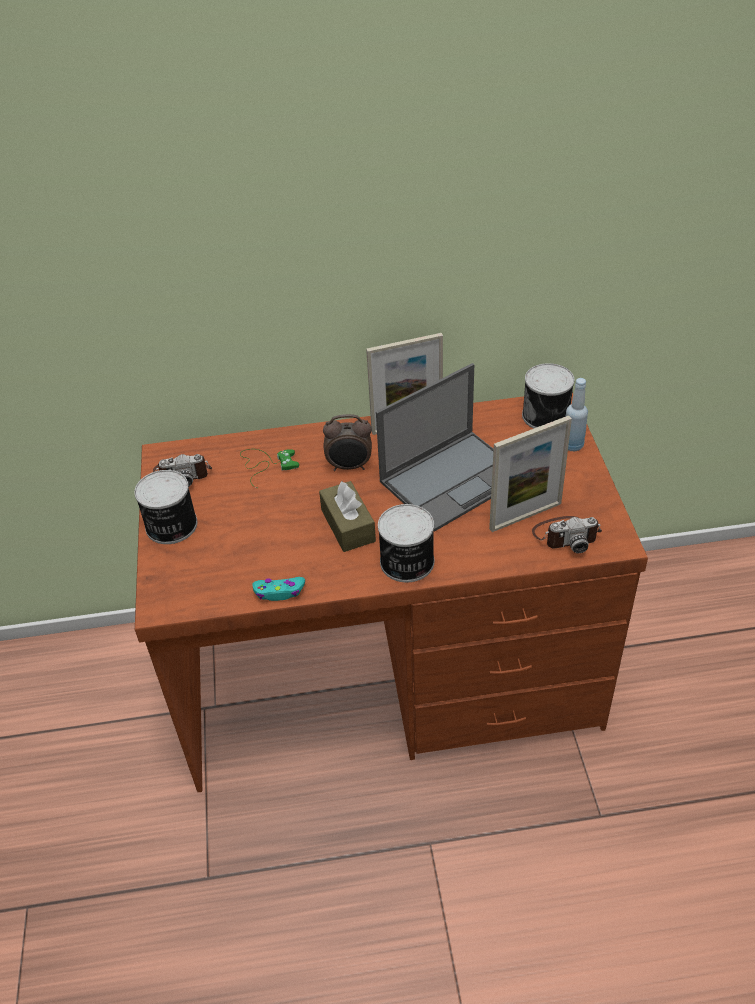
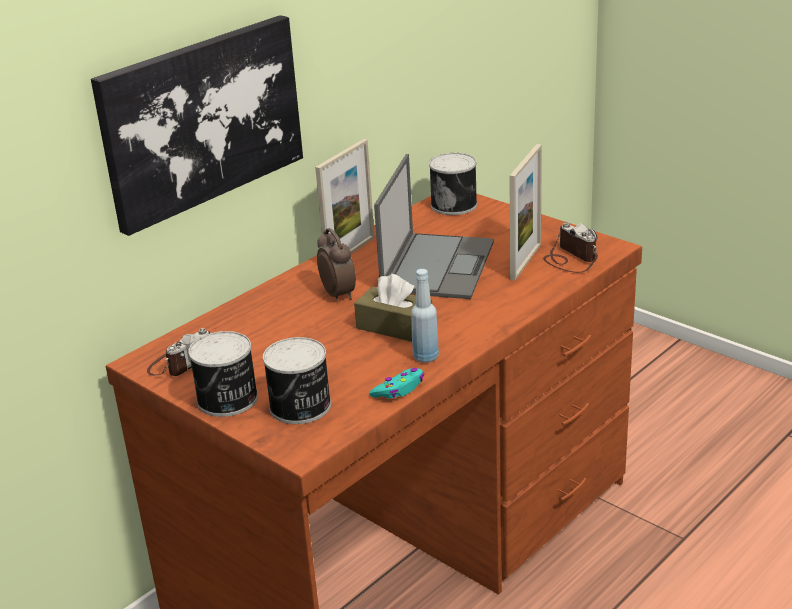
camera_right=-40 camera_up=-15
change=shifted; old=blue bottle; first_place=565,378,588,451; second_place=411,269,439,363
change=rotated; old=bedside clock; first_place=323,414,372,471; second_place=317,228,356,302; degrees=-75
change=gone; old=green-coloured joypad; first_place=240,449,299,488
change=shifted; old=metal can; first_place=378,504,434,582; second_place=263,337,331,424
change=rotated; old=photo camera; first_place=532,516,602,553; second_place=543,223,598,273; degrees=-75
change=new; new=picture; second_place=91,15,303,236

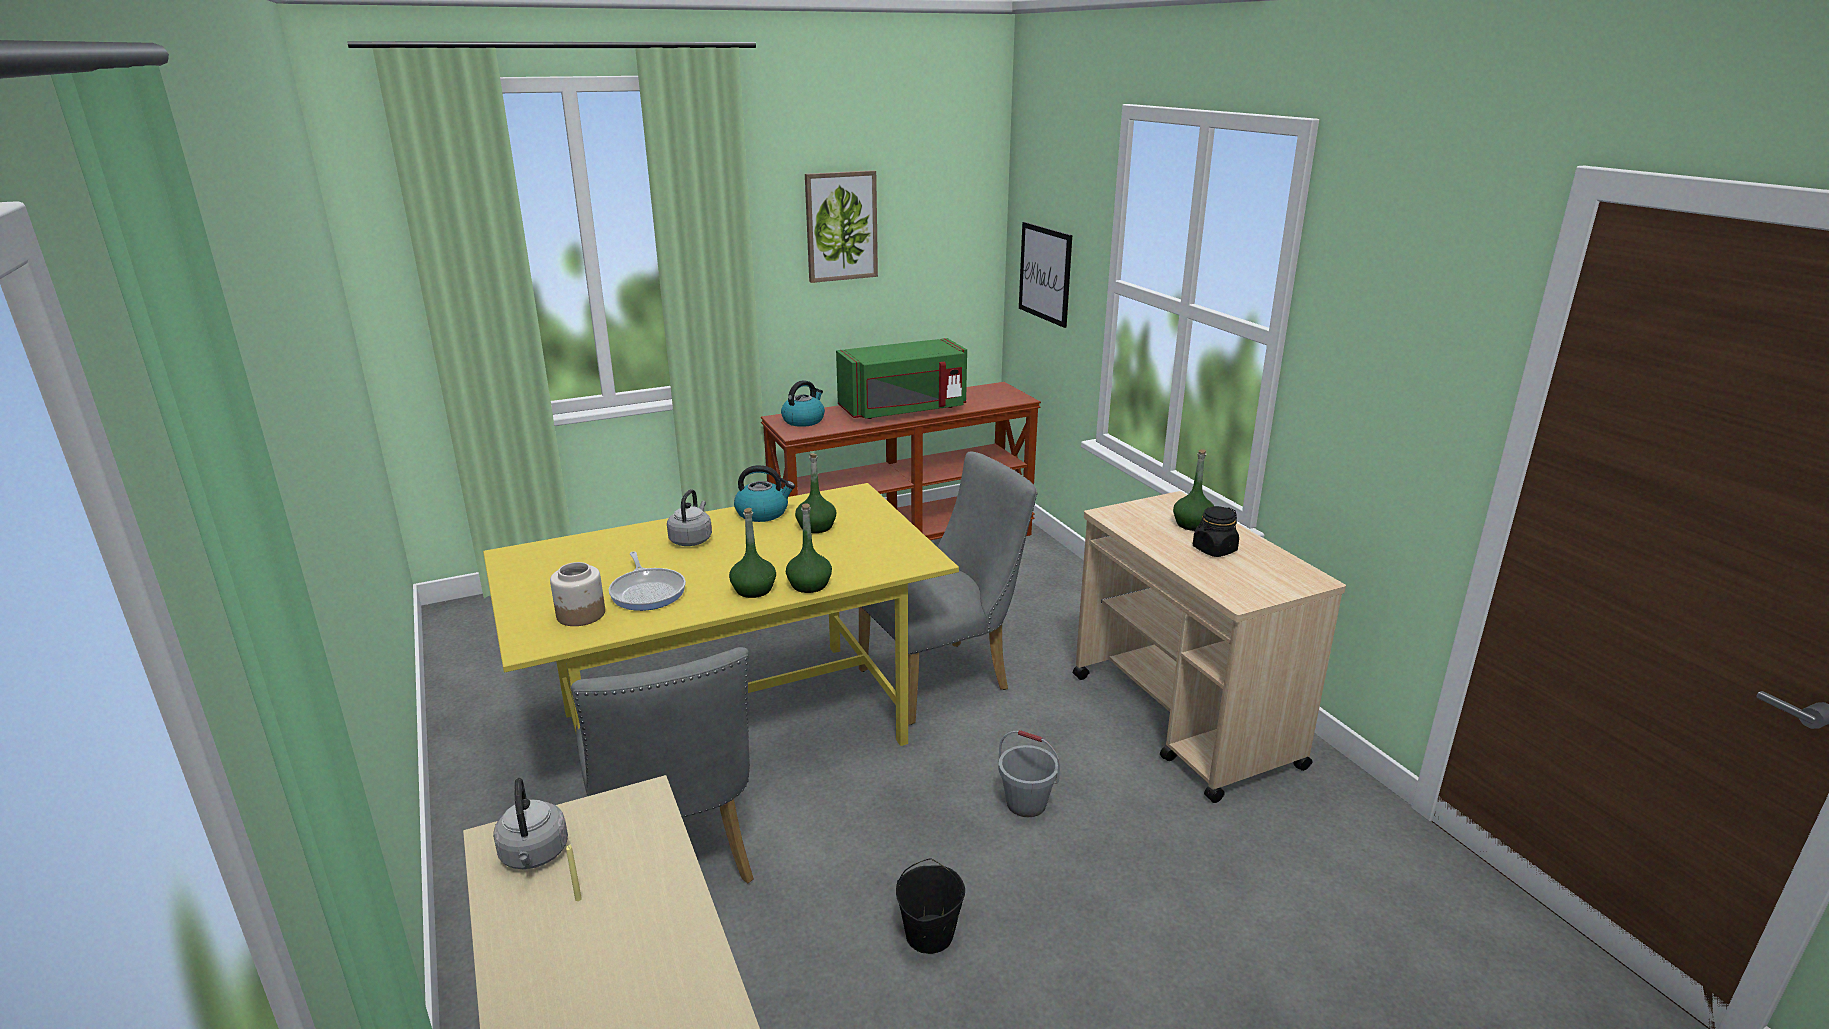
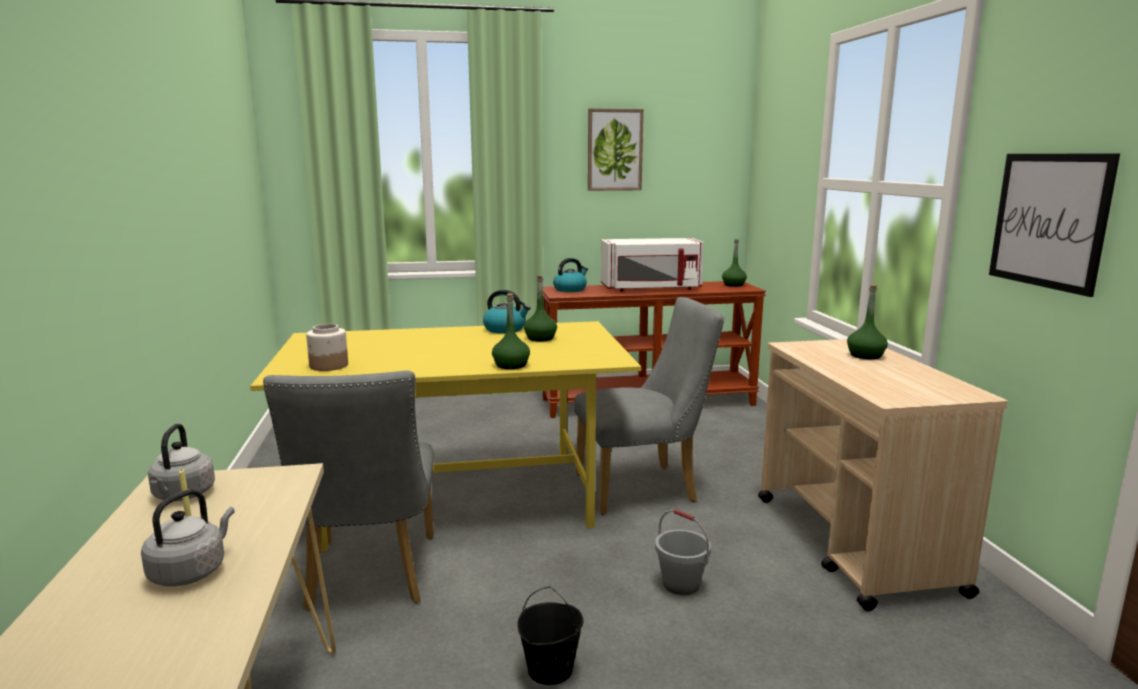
camera_right=15 camera_up=-10
change=shifted; old=picture; first_place=1019,222,1072,328; second_place=989,154,1120,297
change=repainted; old=green-coloured microwave oven; new=whitish microwave oven; first_place=836,338,967,419; second_place=601,238,704,292
change=shifted; old=grey water kettle; first_place=667,489,712,546; second_place=141,489,235,587
change=gone; old=blackish preserve jar; first_place=1193,506,1239,557
change=shifted; old=green-coloured bottle; first_place=729,508,776,598; second_place=722,239,747,287
change=gone; old=pan; first_place=609,551,686,611

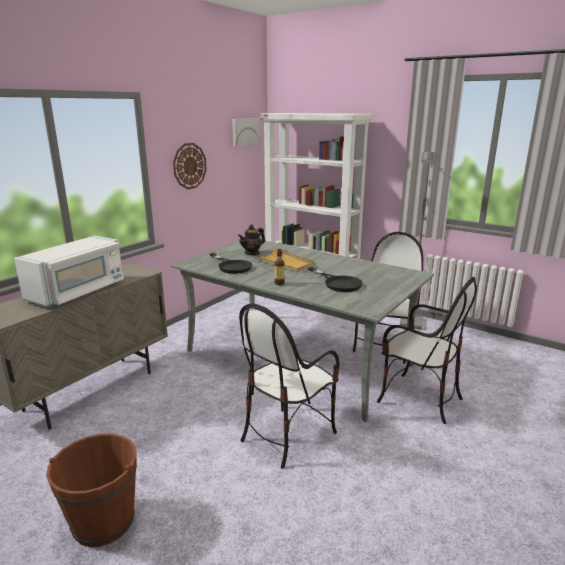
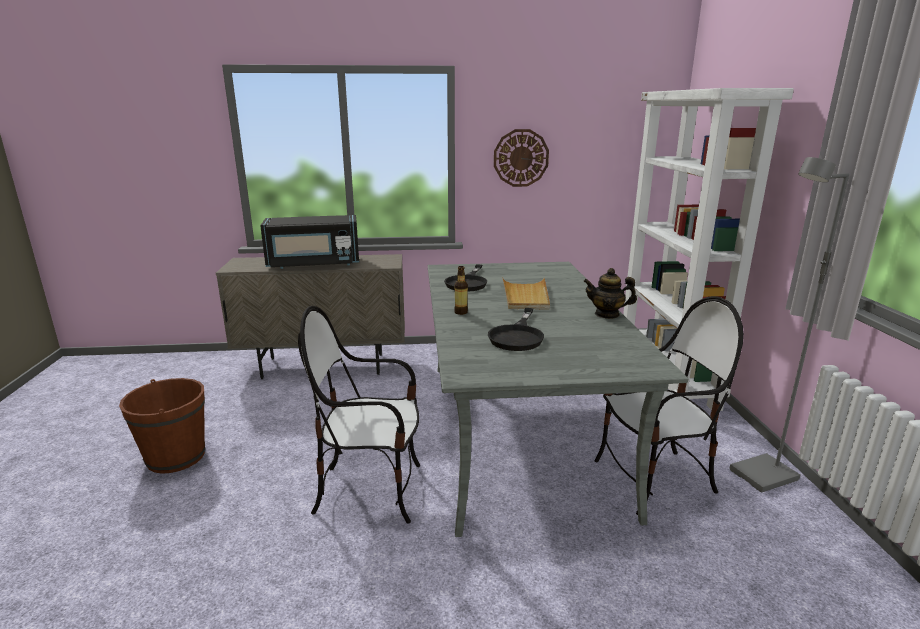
camera_right=50 camera_up=0
change=gone; old=picture; first_place=232,118,260,146
change=shifted; old=pot for tea; first_place=238,224,265,256; second_place=583,268,637,319
change=repainted; old=whitish microwave oven; new=blackish microwave oven; first_place=14,235,124,307; second_place=260,215,359,269
change=gone; old=upright chair; first_place=377,277,477,424

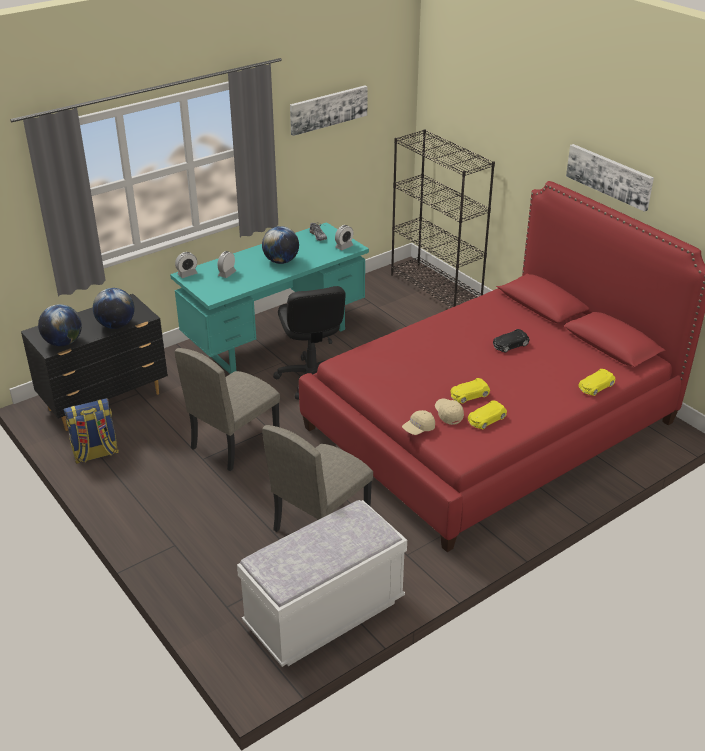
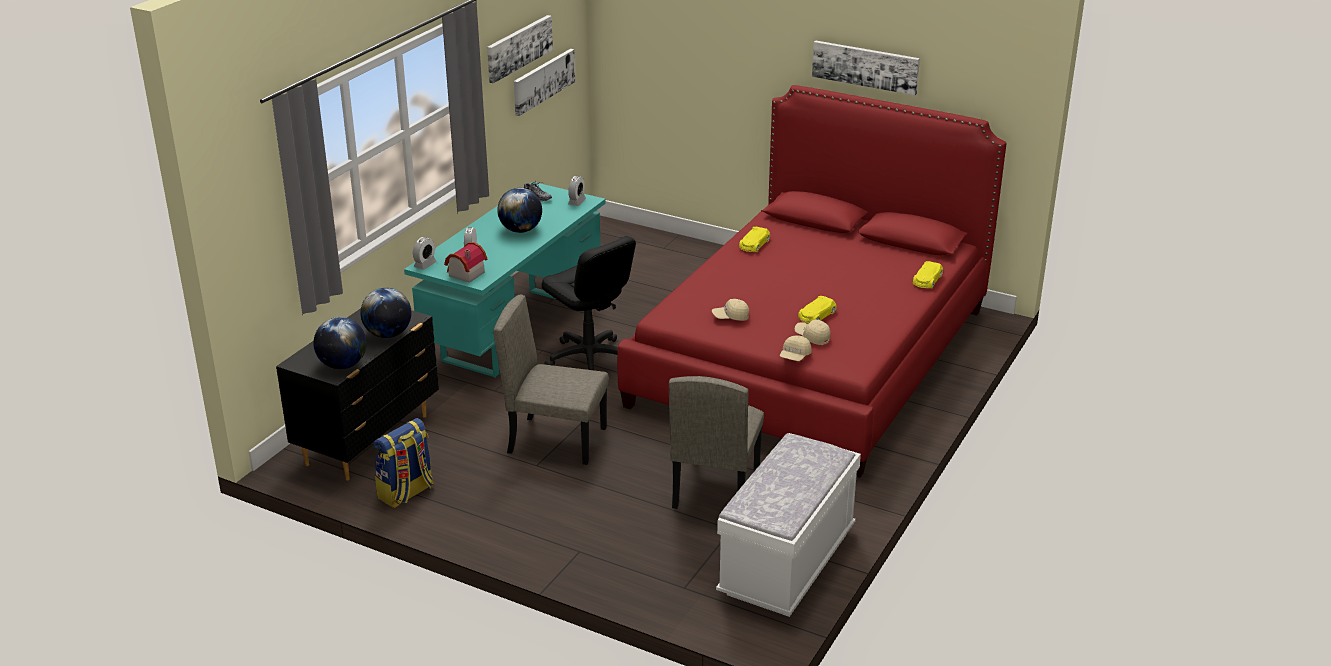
camera_right=-25 camera_up=-5
change=gone; old=blackish bookshelf; first_place=391,129,495,308
change=gone; old=blackish toy car; first_place=493,329,530,353
change=rotated; old=beige-coloured upright chair; first_place=175,348,280,471; second_place=493,294,609,465; degrees=90
change=shifted; old=yellow toy car; first_place=468,400,507,430; second_place=739,227,770,252
change=new; new=picture; second_place=513,49,575,116
change=new; new=model house; second_place=444,242,487,282
change=new; new=beige-coloured peaked cap; second_place=712,299,749,321

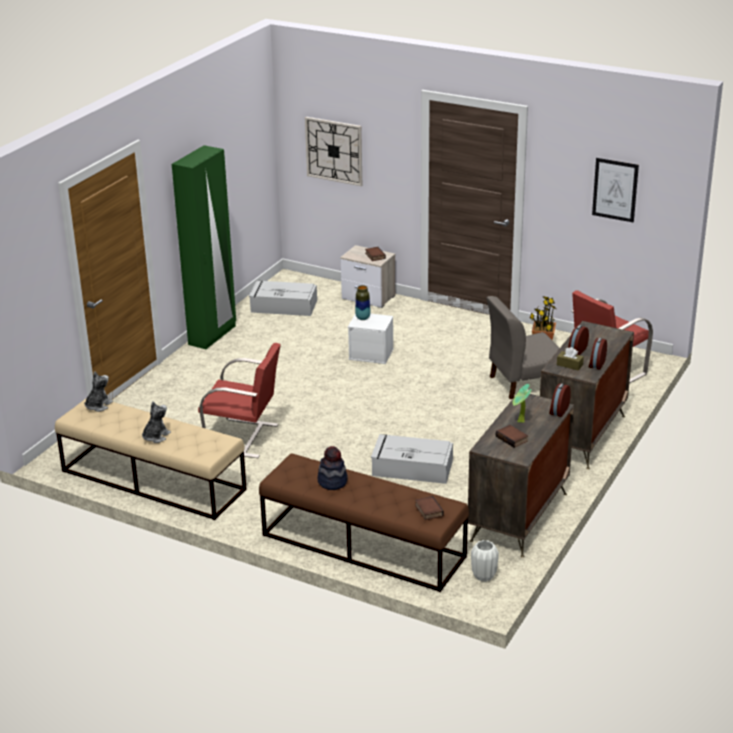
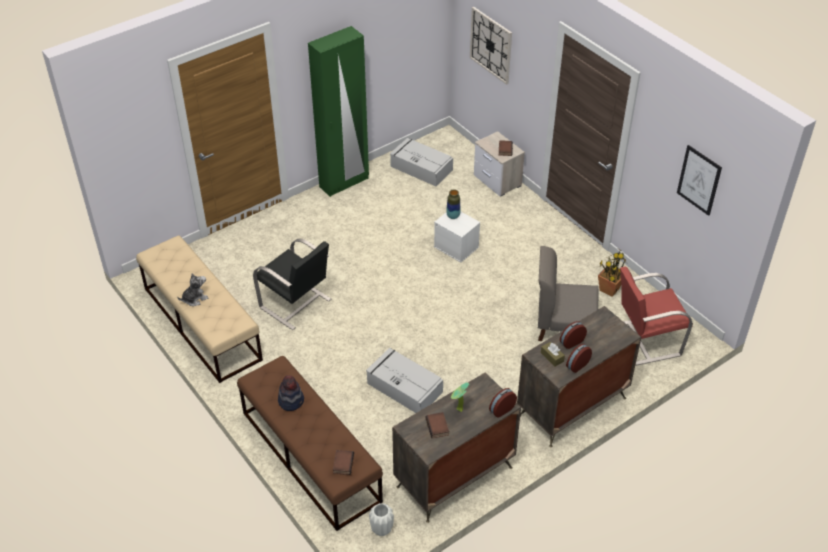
camera_right=25 camera_up=15
change=repainted; old=red-coloured upright chair; new=blackish upright chair; first_place=198,343,281,458; second_place=253,239,331,330
change=gone; old=soft toy; first_place=84,372,113,412

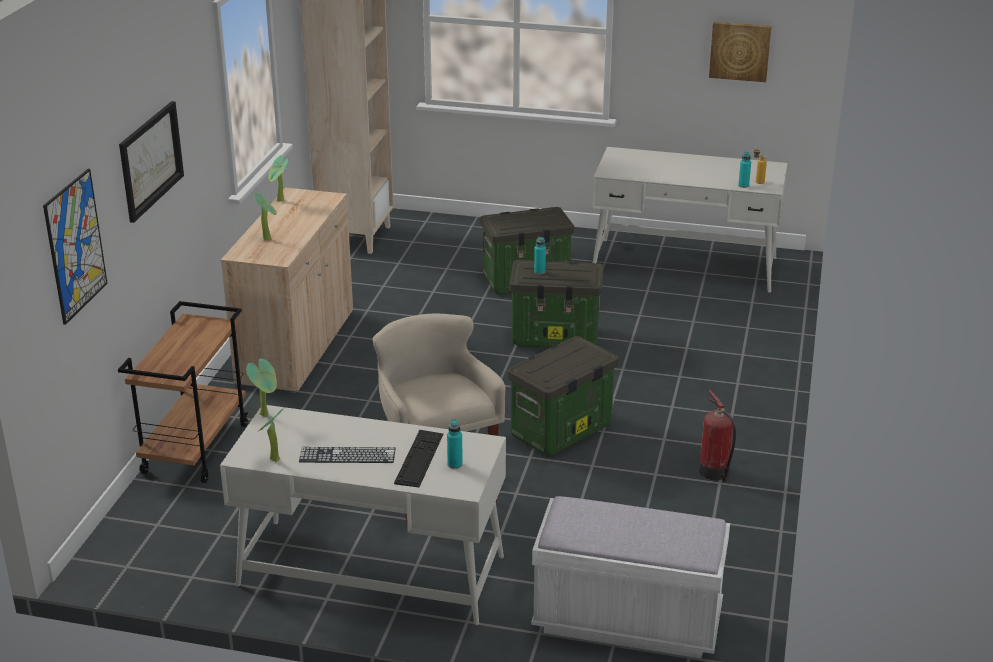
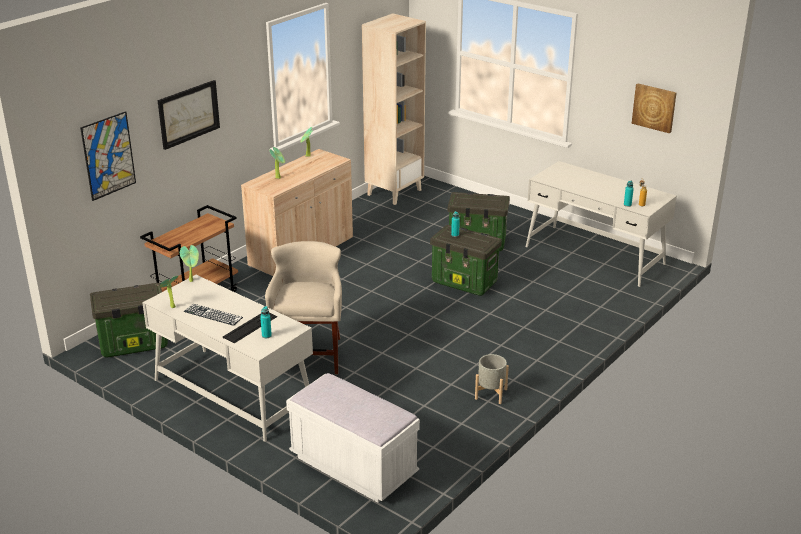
camera_right=25 camera_up=0
change=shifted; old=storage container; first_place=507,336,618,456; second_place=90,283,168,357
change=swapped; old=fire-fighting cylinder; new=grey flower pot; first_place=699,390,736,482; second_place=475,354,509,404

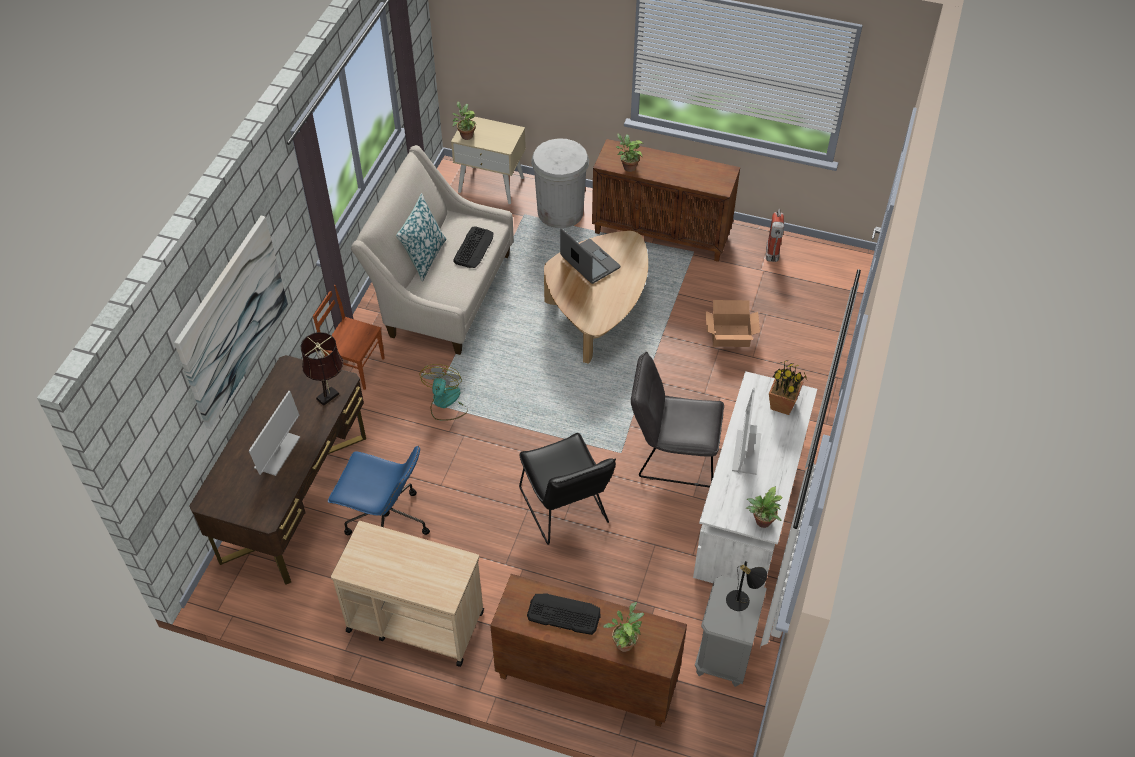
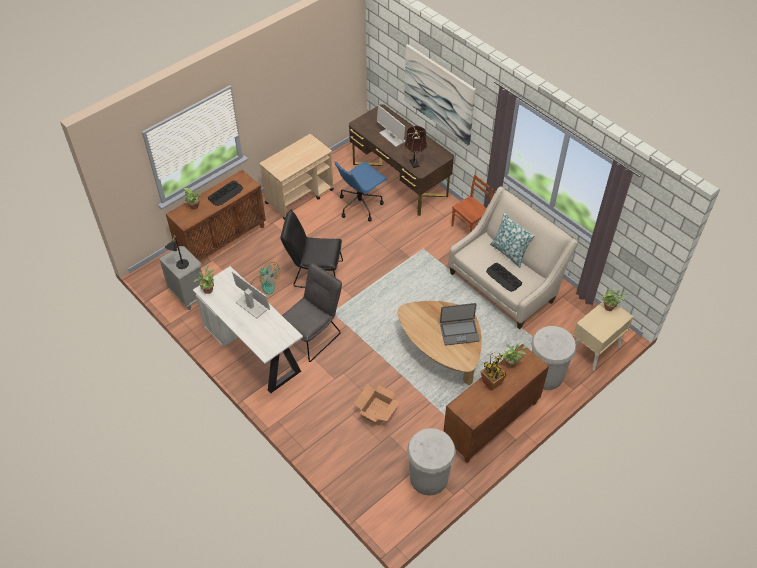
camera_right=120 camera_up=0
change=swapped; old=fire-fighting cylinder; new=whitish rubbish bin; first_place=766,209,784,262; second_place=407,428,456,496
change=shifted; old=houseplant; first_place=769,360,807,415; second_place=480,353,507,391
change=shifted; old=cooling fan; first_place=419,364,468,421; second_place=251,262,280,295

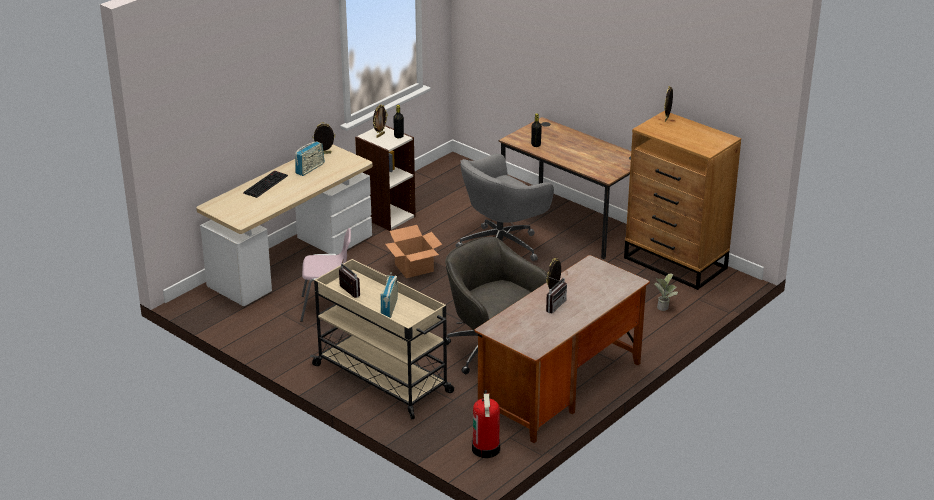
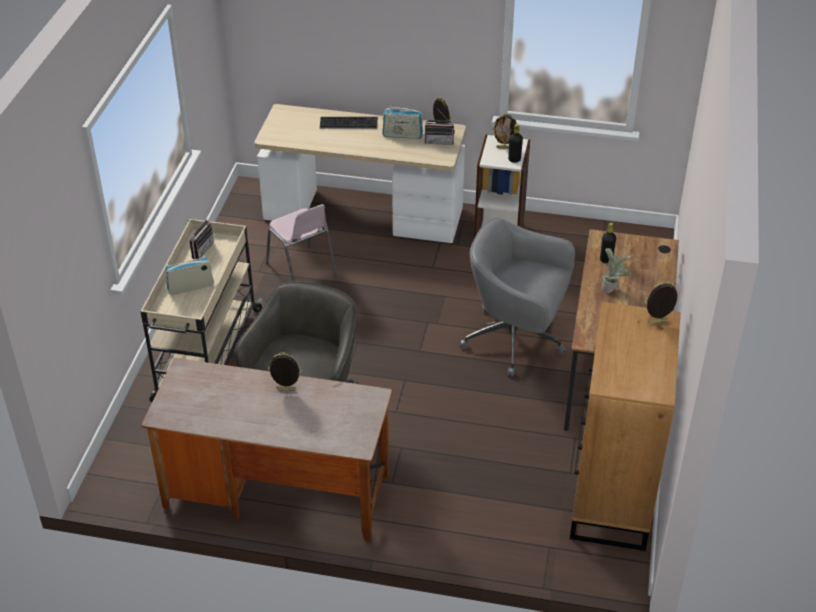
camera_right=60 camera_up=10
change=gone; old=cardboard box; first_place=385,225,442,278
change=shifted; old=houseplant; first_place=654,273,678,311; second_place=602,247,631,293
change=shifted; old=radio; first_place=546,276,567,313; second_place=425,112,455,145
change=gone; old=fire-fighting cylinder; first_place=472,390,500,458

